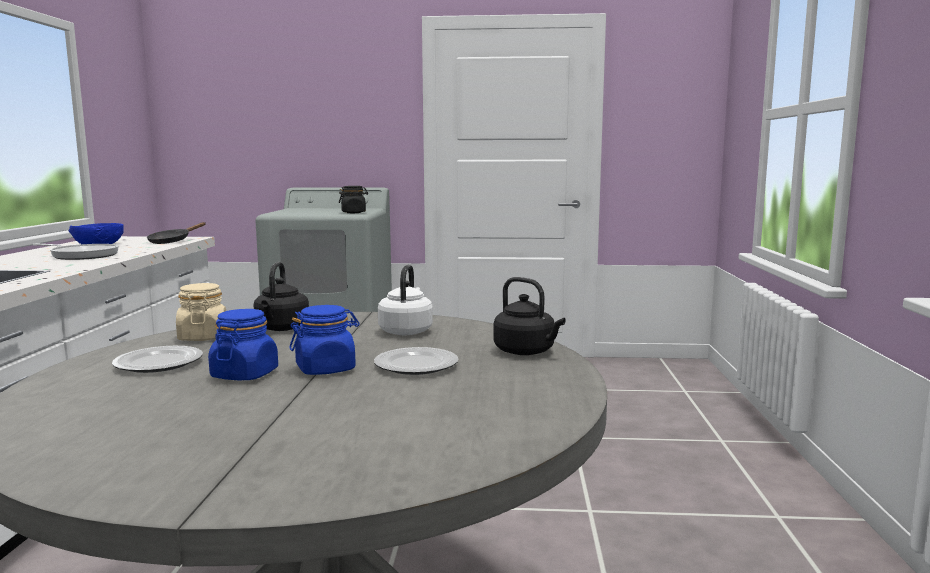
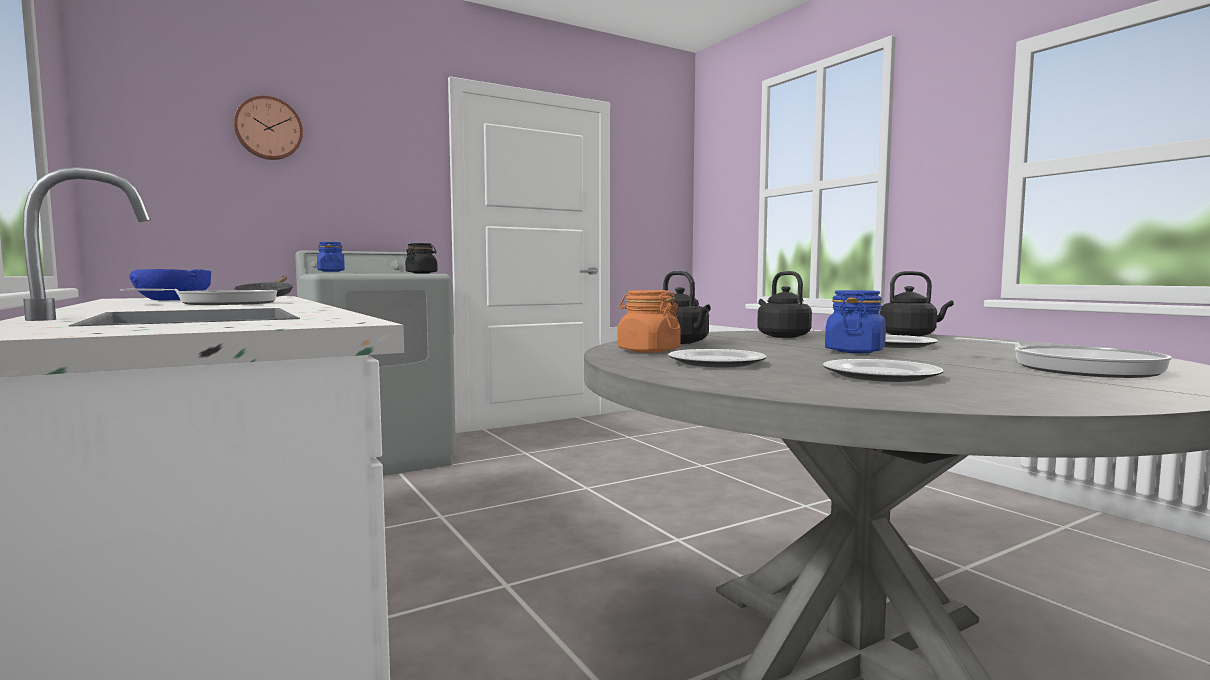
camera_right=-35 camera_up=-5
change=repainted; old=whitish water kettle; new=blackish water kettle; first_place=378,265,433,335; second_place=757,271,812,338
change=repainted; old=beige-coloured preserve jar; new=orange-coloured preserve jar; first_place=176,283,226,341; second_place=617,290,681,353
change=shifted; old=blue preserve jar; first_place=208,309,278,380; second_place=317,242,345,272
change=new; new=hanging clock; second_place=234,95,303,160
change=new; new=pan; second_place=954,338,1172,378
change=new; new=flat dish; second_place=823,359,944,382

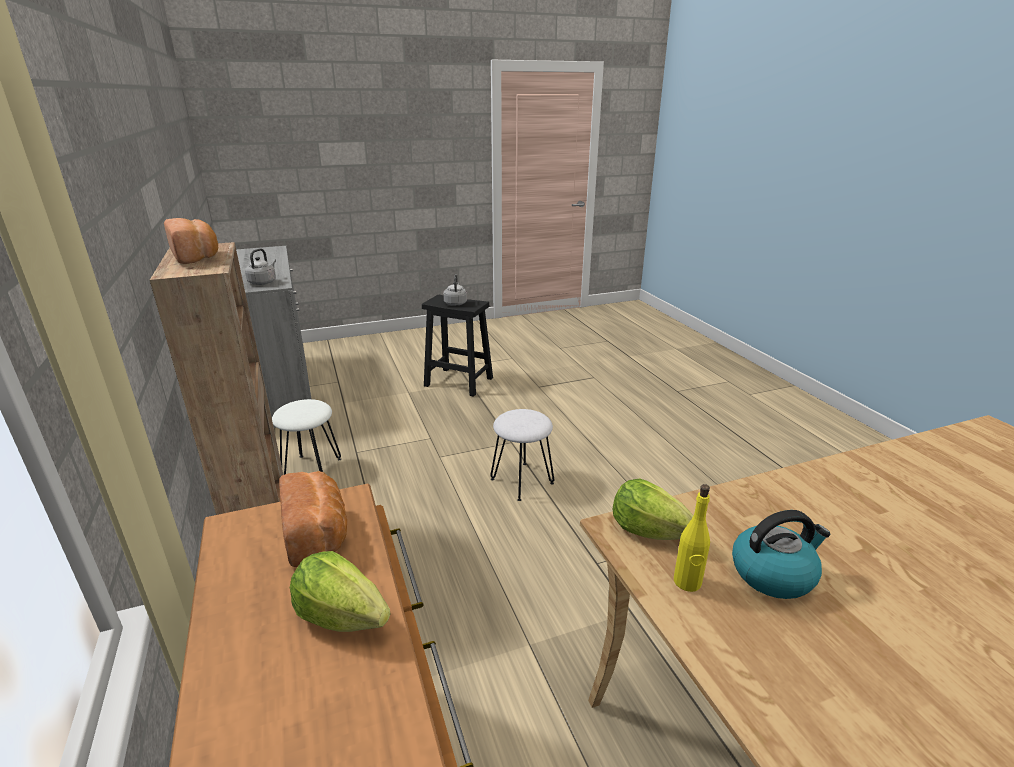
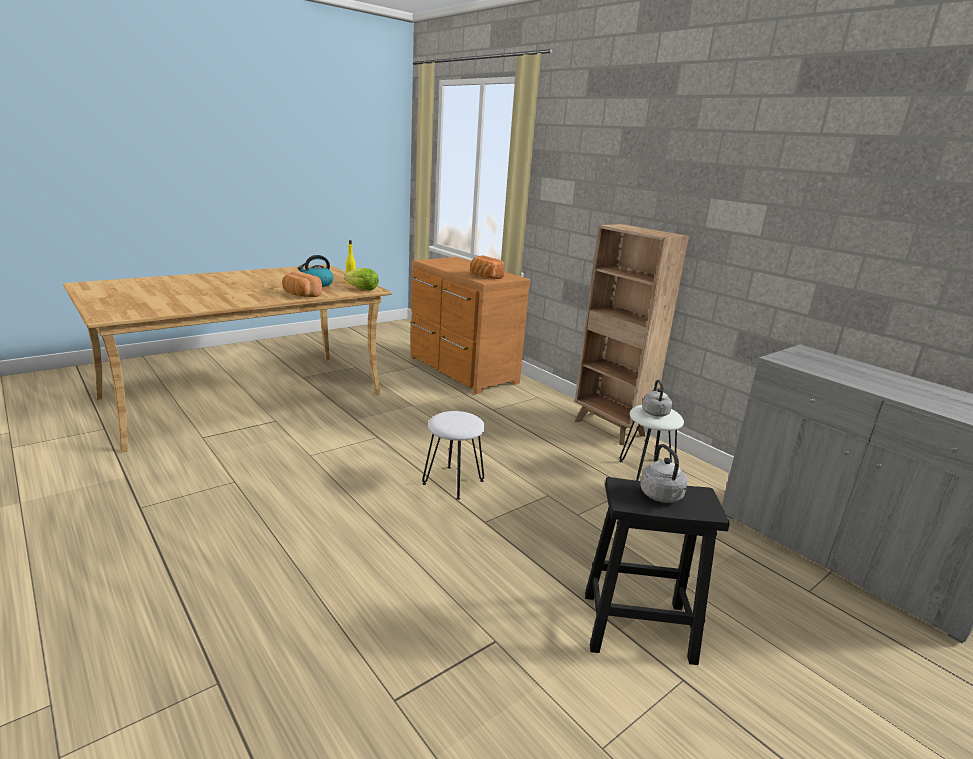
camera_right=160 camera_up=-5
change=shifted; old=bread; first_place=164,218,218,264; second_place=282,271,322,297
change=shifted; old=grey water kettle; first_place=245,248,276,285; second_place=642,380,672,417
change=gone; old=lettuce head; first_place=290,551,391,632

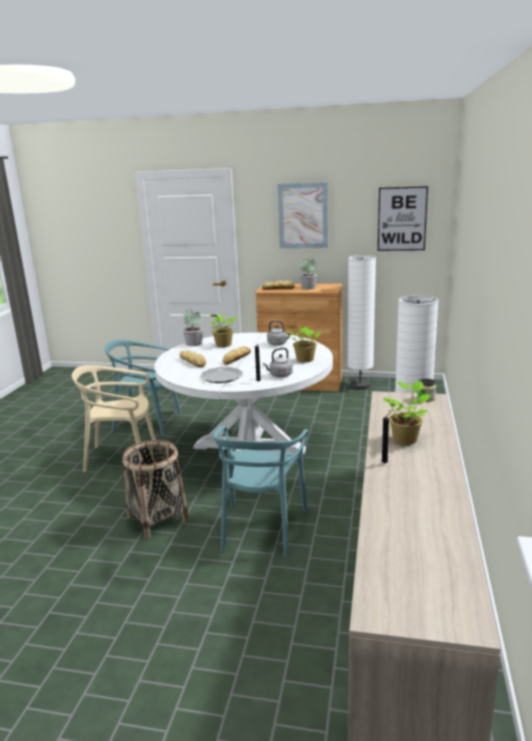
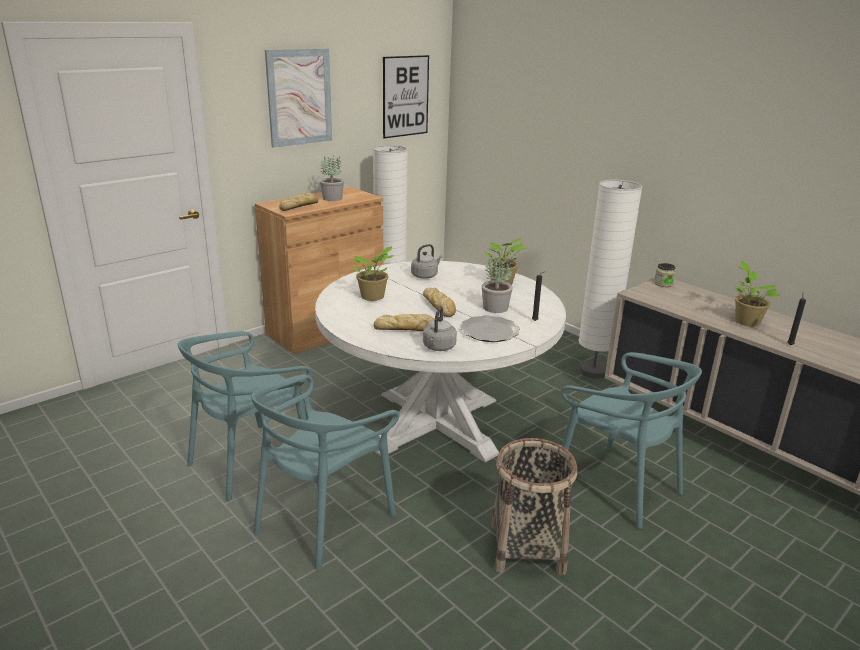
camera_right=-55 camera_up=5
change=shifted; old=houseplant; first_place=183,310,203,346; second_place=482,256,513,313
change=shifted; old=grey water kettle; first_place=263,348,293,377; second_place=423,306,457,351
change=repainted; old=beige-coloured upright chair; new=blue-green upright chair; first_place=72,365,156,472; second_place=251,375,399,570

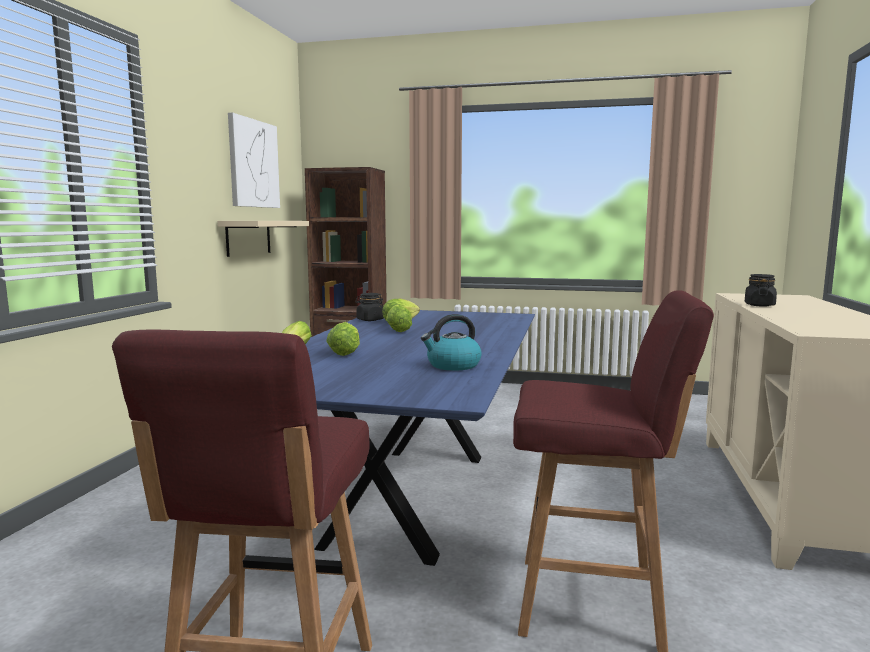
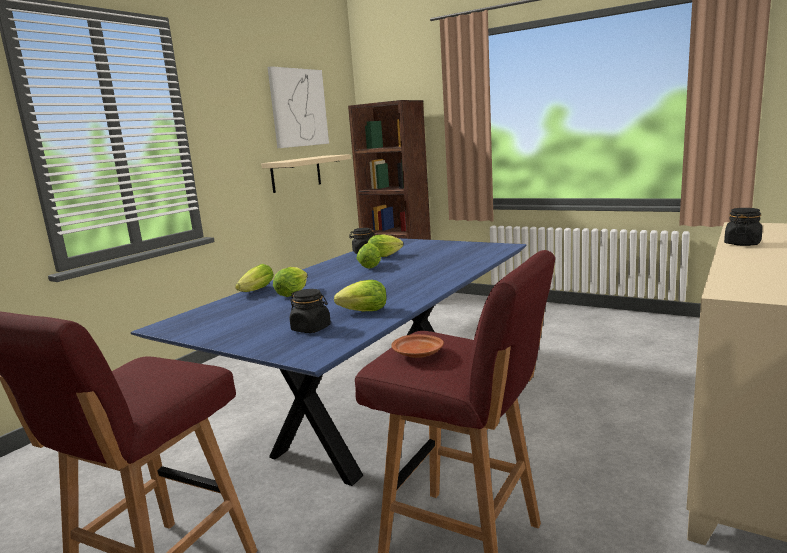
camera_right=20 camera_up=5
change=swapped; old=water kettle; new=lettuce head; first_place=421,314,482,371; second_place=334,280,387,311
change=new; new=blackish preserve jar; second_place=290,289,331,333
change=new; new=brownish flat dish; second_place=391,334,444,358

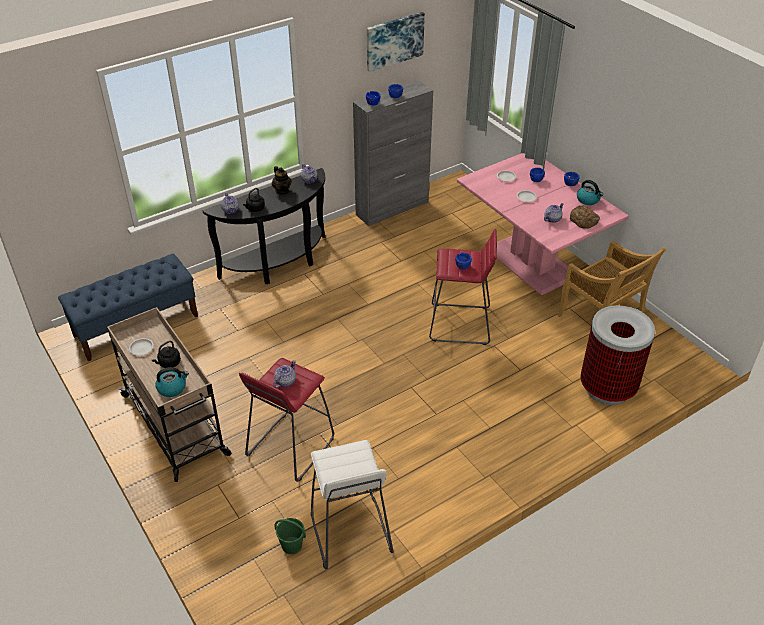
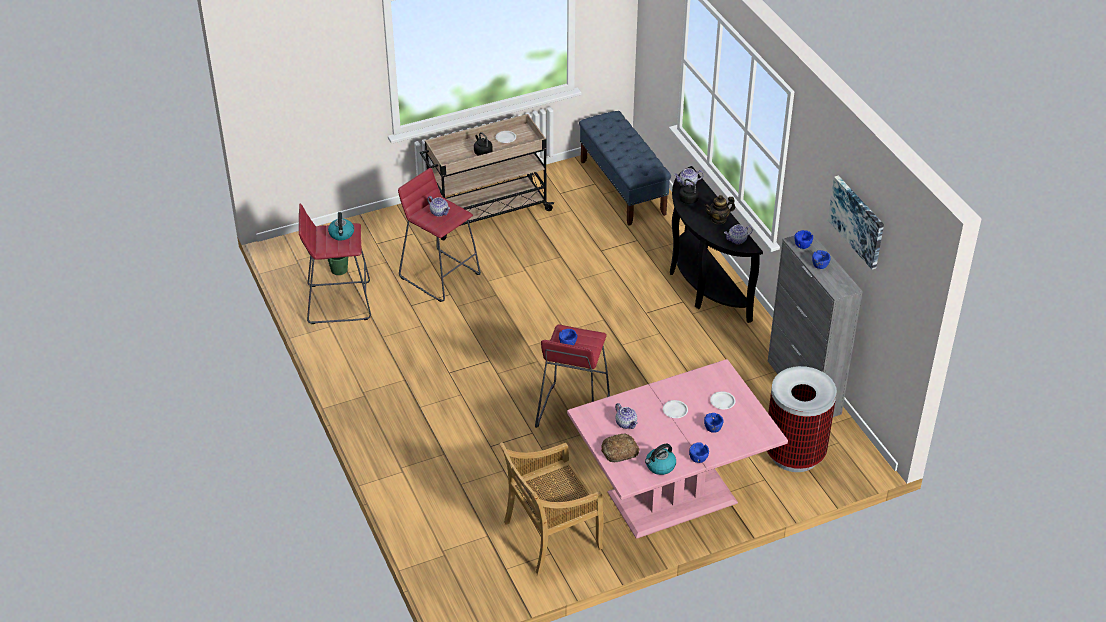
camera_right=100 camera_up=0
change=shifted; old=rubbish bin; first_place=580,305,655,405; second_place=767,366,837,472
change=shifted; old=water kettle; first_place=156,367,189,397; second_place=328,212,354,240
change=repainted; old=whitish stool seat; new=red-coloured stool seat; first_place=311,440,394,569; second_place=299,204,371,324

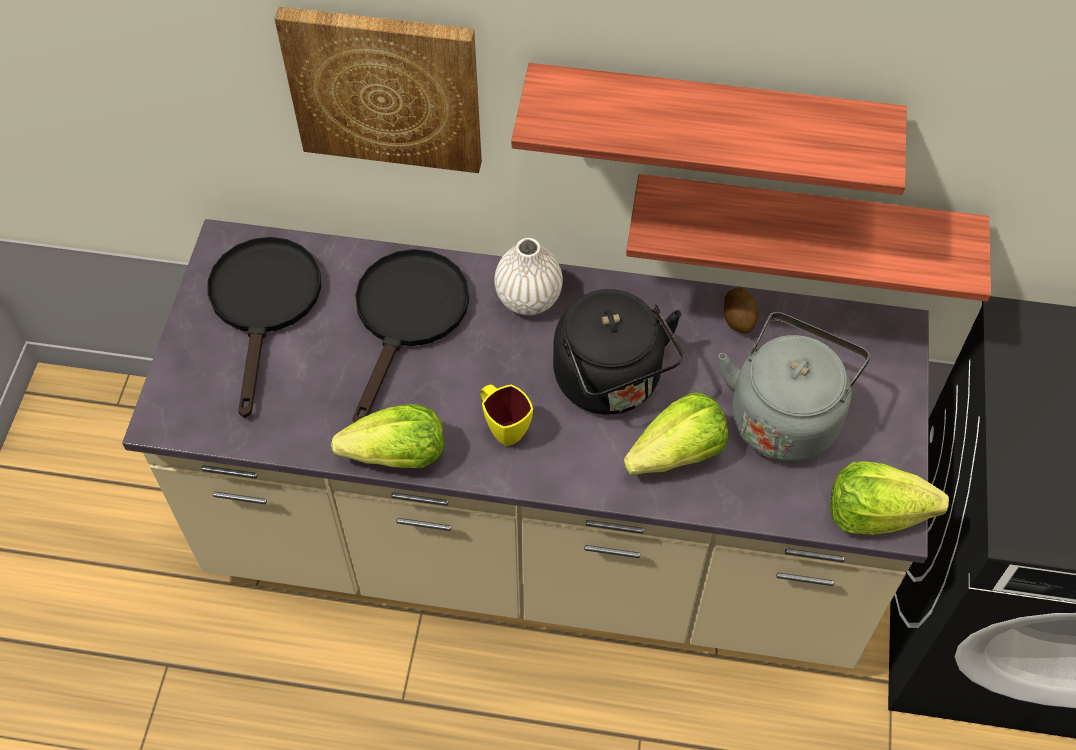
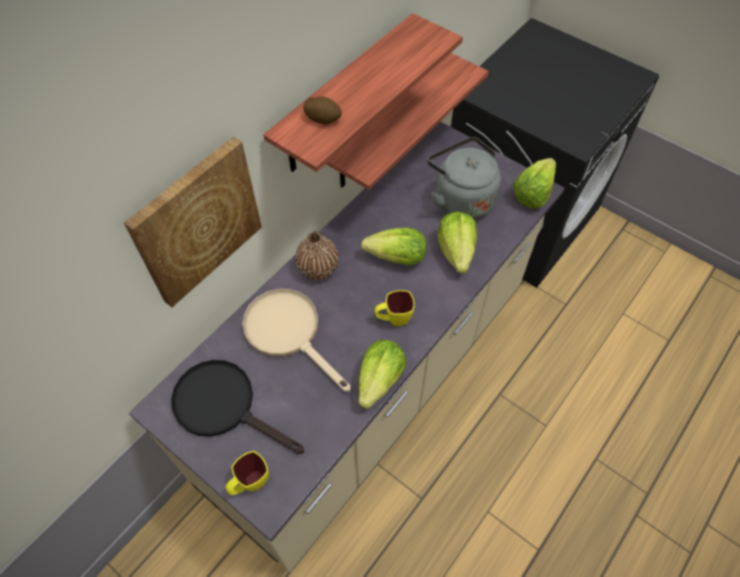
camera_right=-60 camera_up=0
change=repainted; old=whitish decorative vase; new=brownish decorative vase; first_place=494,238,563,315; second_place=295,232,339,280
change=repainted; old=blackish pan; new=beige-coloured pan; first_place=352,249,469,422; second_place=242,289,351,392
change=shifted; old=whole potato; first_place=724,287,758,333; second_place=304,96,342,125
change=swapped; old=blackish water kettle; new=lettuce head; first_place=553,289,684,415; second_place=361,228,426,266
change=new; new=yellow mug; second_place=225,451,269,495

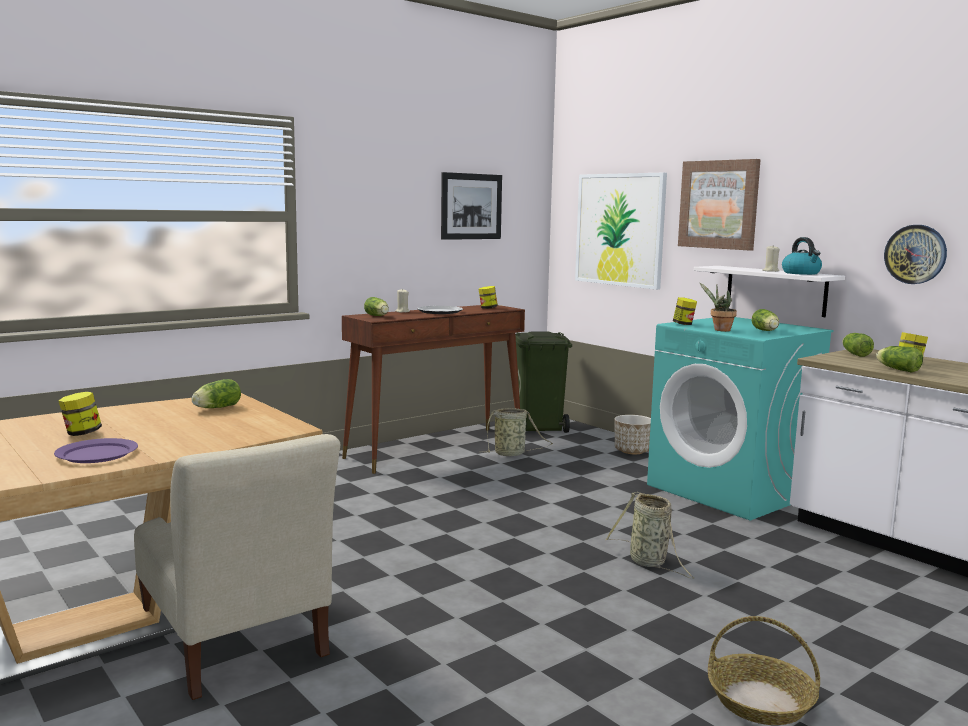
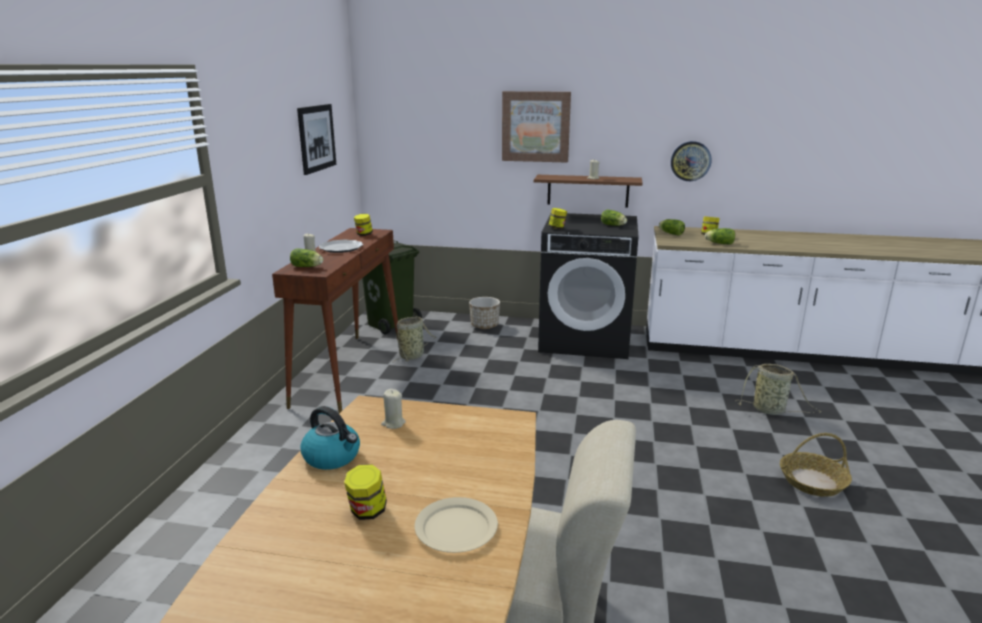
camera_right=-40 camera_up=10
change=gone; old=picture; first_place=575,173,667,290
change=shifted; old=water kettle; first_place=782,237,822,275; second_place=300,406,360,470
change=repainted; old=whitish shelf; new=brownish shelf; first_place=694,266,845,317; second_place=534,175,642,207
change=gone; old=houseplant; first_place=699,282,737,332
change=repainted; old=blue-green washing machine; new=blackish washing machine; first_place=647,317,833,521; second_place=538,213,639,359
change=swapped; old=lettuce head; new=beige-coloured wax candle; first_place=191,379,241,408; second_place=381,389,406,429
change=repainted; old=purplish flat dish; new=beige-coloured flat dish; first_place=54,438,138,463; second_place=415,497,498,553
change=shifted; old=storage basket; first_place=605,492,694,578; second_place=735,364,821,415

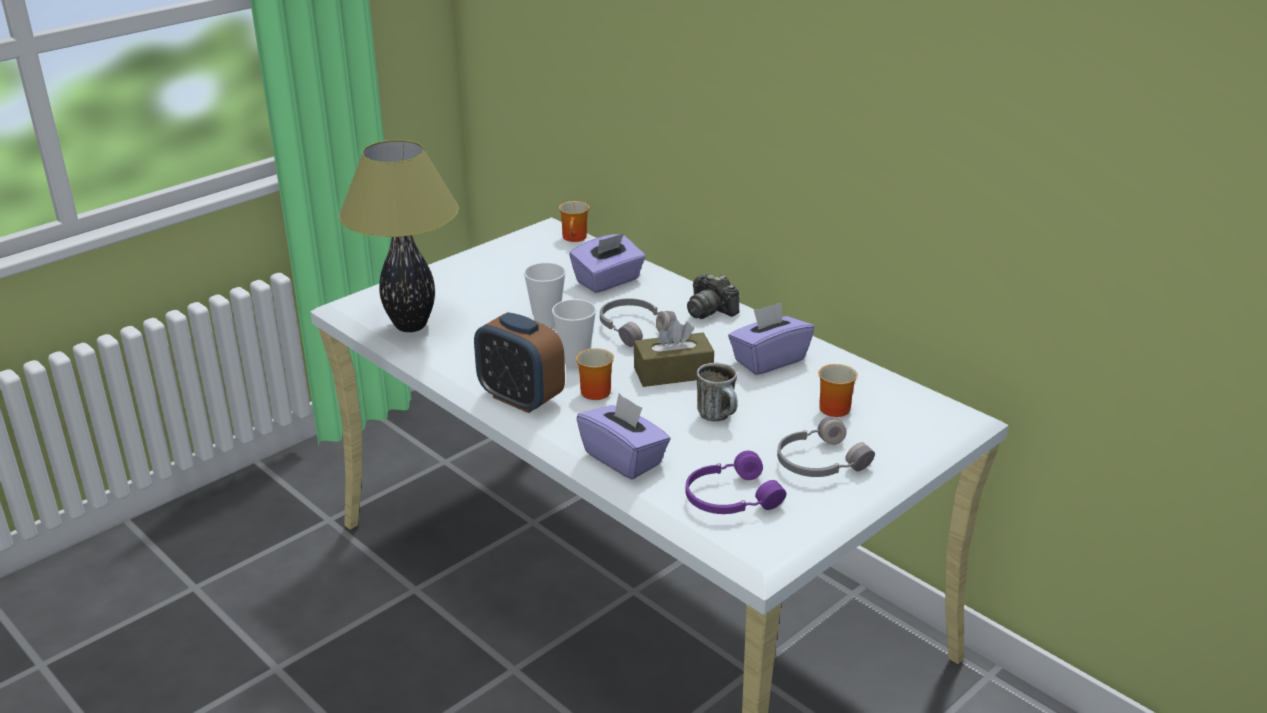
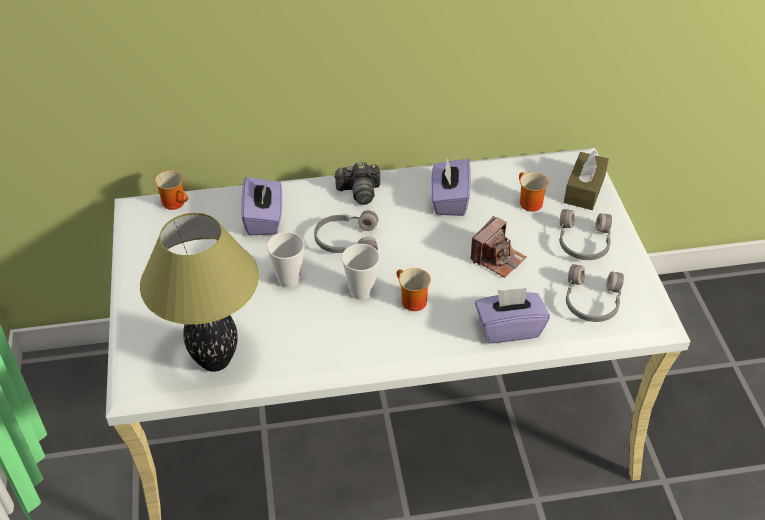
camera_right=-55 camera_up=15
change=gone; old=bedside clock; first_place=474,312,565,413
change=shifted; old=brownish tissue holder; first_place=634,320,714,387; second_place=564,150,609,210
change=swapped; old=mug; new=photo camera; first_place=697,363,738,422; second_place=470,216,526,278
change=repainted; old=purplish pair of headphones; new=grey pair of headphones; first_place=686,451,786,514; second_place=566,264,624,322

